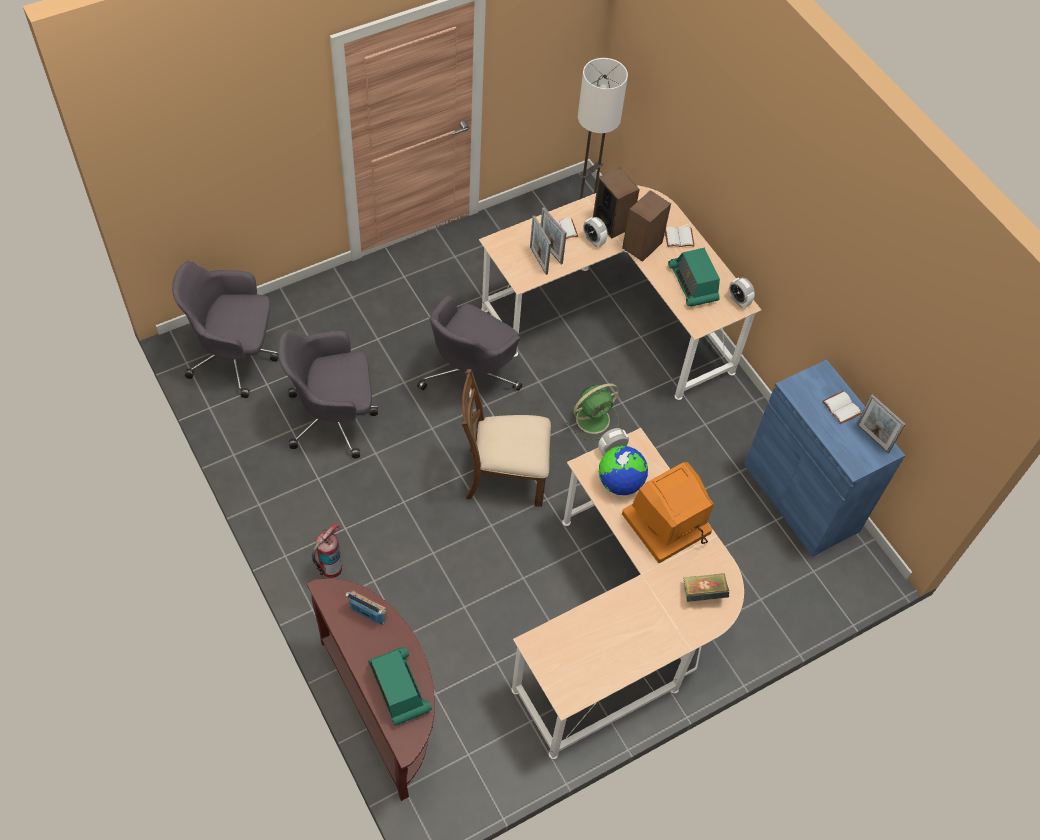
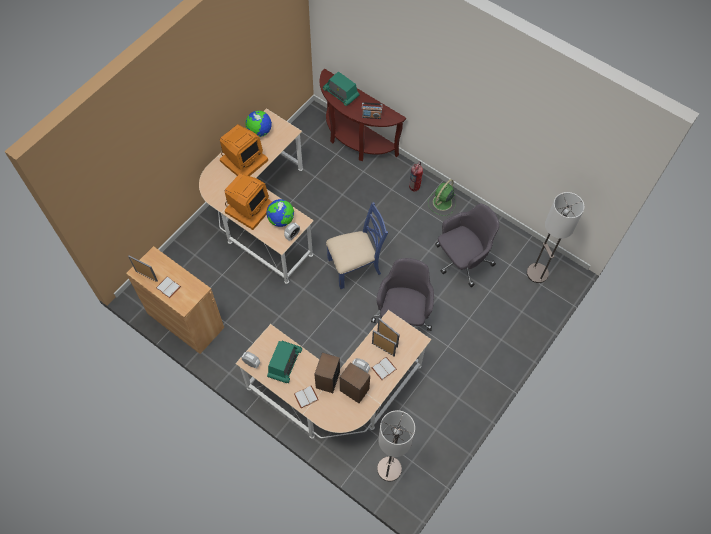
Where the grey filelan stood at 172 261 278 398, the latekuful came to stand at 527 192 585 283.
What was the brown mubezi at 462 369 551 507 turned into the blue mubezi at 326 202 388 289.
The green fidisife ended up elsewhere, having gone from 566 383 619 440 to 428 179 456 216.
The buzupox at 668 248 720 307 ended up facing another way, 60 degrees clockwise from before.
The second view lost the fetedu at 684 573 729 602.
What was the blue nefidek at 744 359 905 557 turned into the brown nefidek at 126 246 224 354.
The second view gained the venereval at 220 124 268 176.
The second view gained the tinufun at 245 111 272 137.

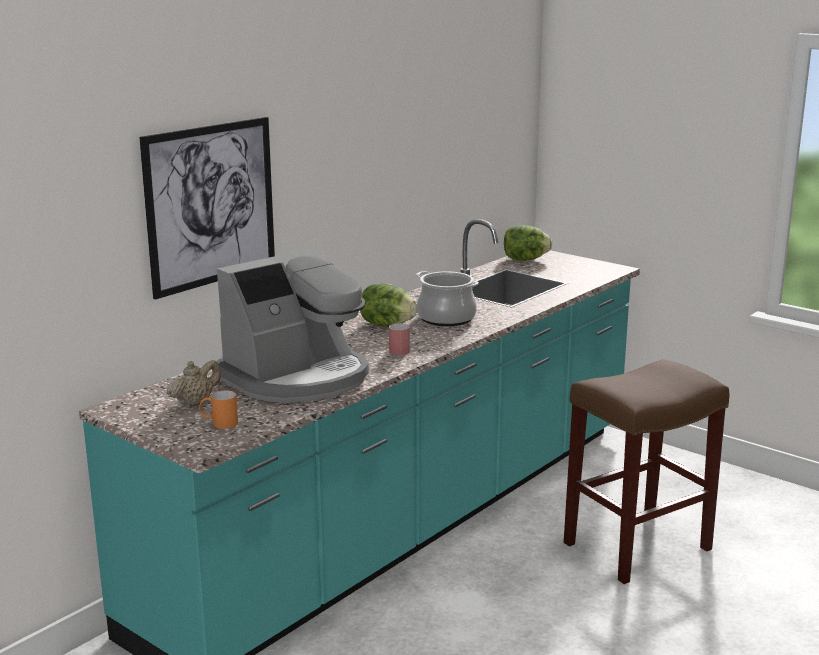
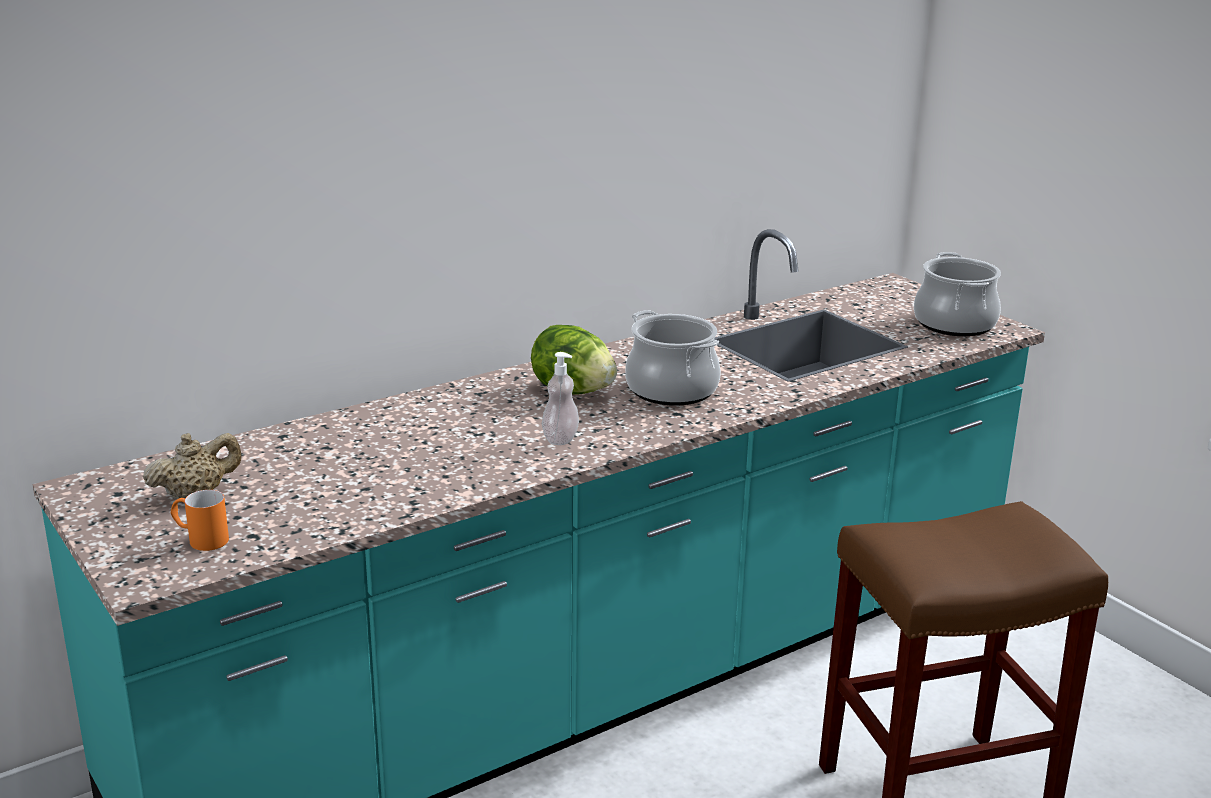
The second view lost the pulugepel at 139 117 275 299.
The second view lost the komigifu at 217 249 369 403.
Where the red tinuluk stood at 389 323 410 355, the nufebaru came to stand at 542 352 579 445.
The second view lost the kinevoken at 504 225 552 261.
The second view gained the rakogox at 914 252 1001 336.

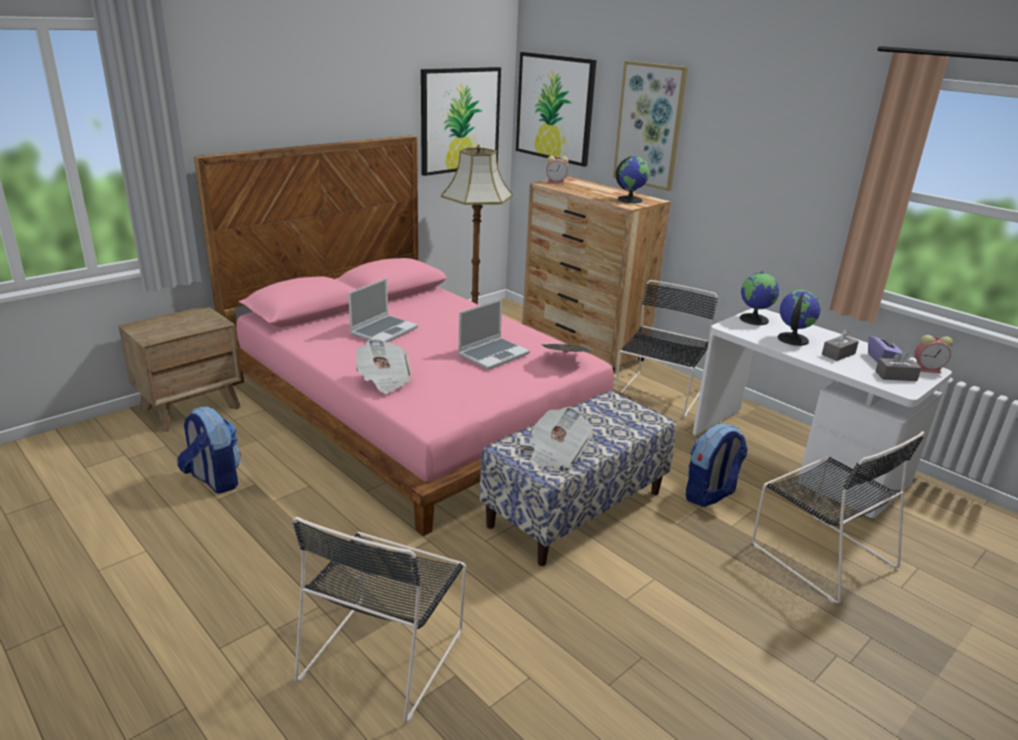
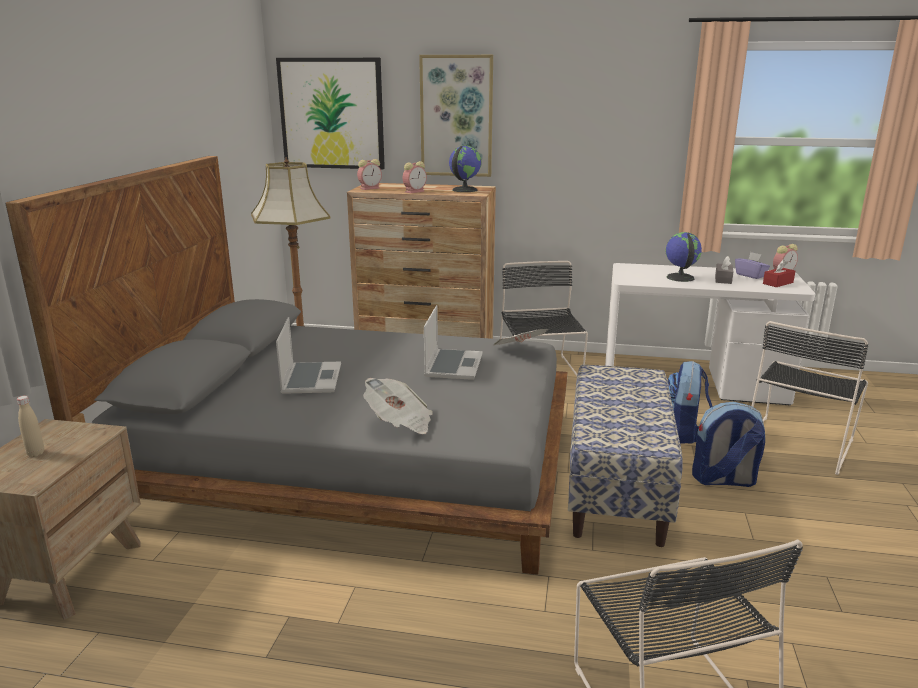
The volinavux ended up elsewhere, having gone from 177 407 241 493 to 692 402 765 487.
What was the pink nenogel at 194 135 631 536 turned into the grey nenogel at 5 156 568 575.
The second view lost the pulugepel at 421 67 501 176.
The second view lost the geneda at 529 407 593 468.
The second view lost the tinufun at 740 271 779 325.
The black mubezi at 752 431 924 604 ended up facing another way, 105 degrees clockwise from before.
What was the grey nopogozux at 875 350 921 381 turned into the red nopogozux at 763 259 795 287.
The second view gained the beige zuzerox at 17 396 44 457.
The second view gained the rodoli at 403 161 427 193.

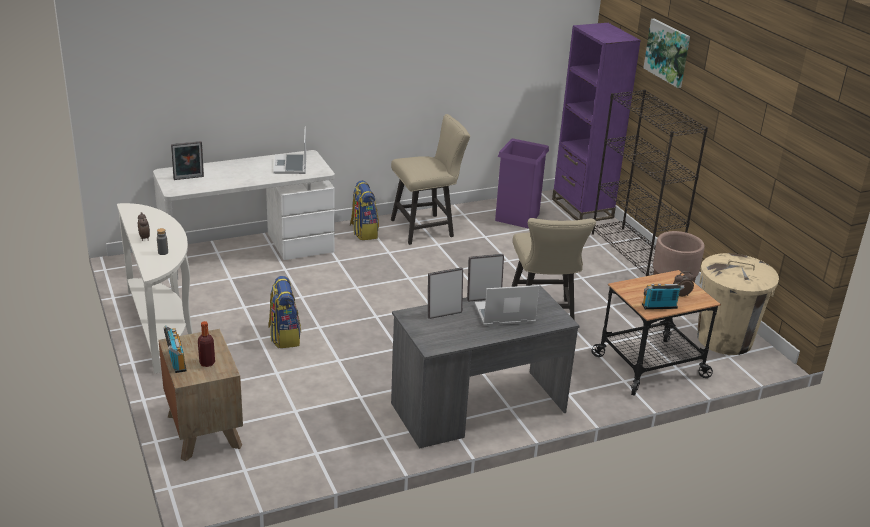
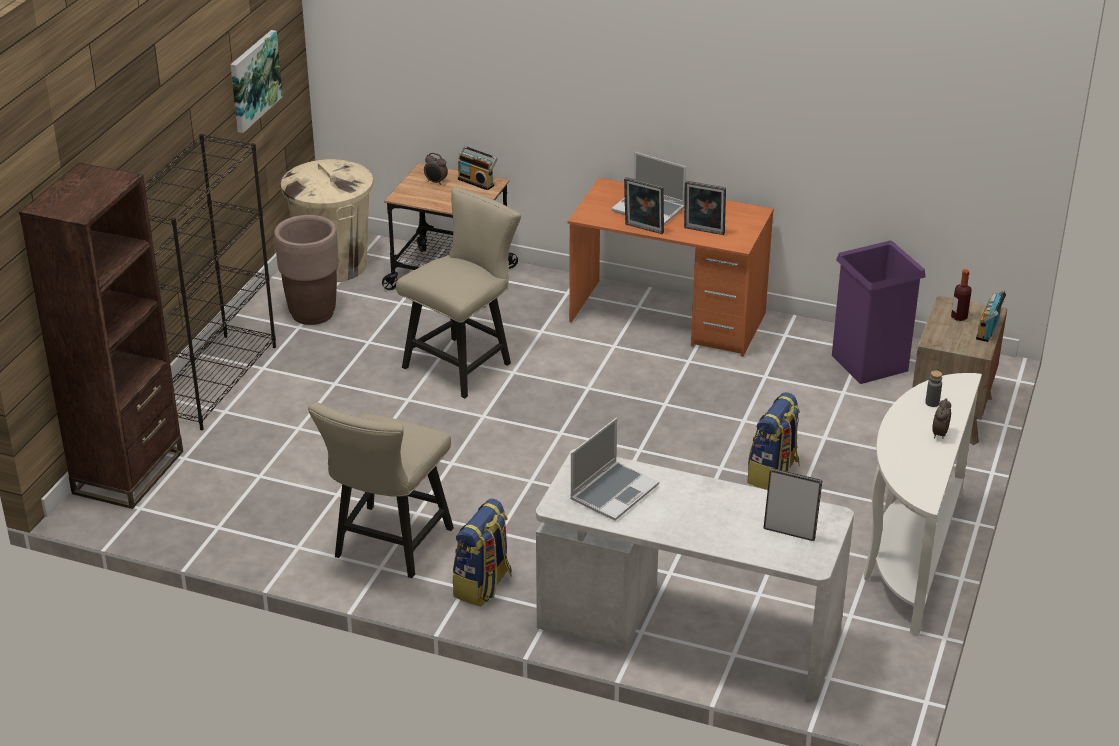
The beige mubezi at 391 114 470 245 ended up facing another way, 90 degrees counterclockwise from before.
What was the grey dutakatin at 391 284 580 449 turned into the orange dutakatin at 568 178 774 357.
The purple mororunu ended up elsewhere, having gone from 495 138 549 228 to 832 241 926 384.
What was the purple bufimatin at 552 23 641 221 turned into the brown bufimatin at 19 163 183 509.
The pulugepel ended up elsewhere, having gone from 644 18 690 88 to 230 30 283 133.

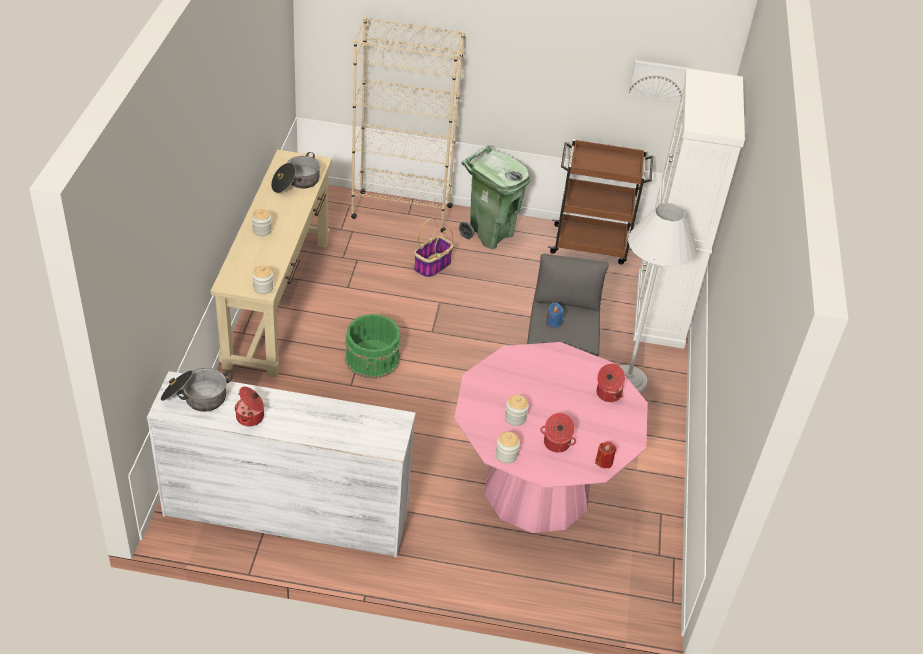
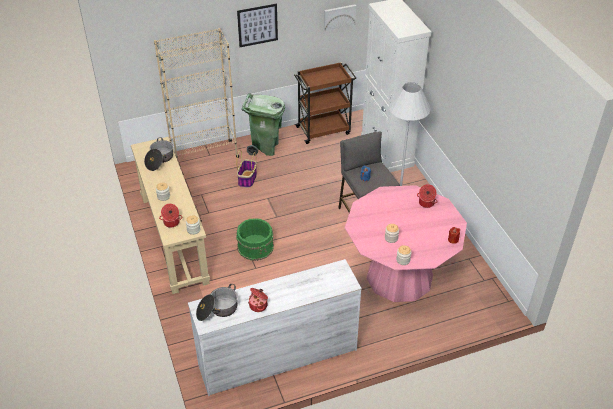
The rakogox ended up elsewhere, having gone from 540 413 576 453 to 159 204 182 228.
The second view gained the pulugepel at 237 4 278 47.

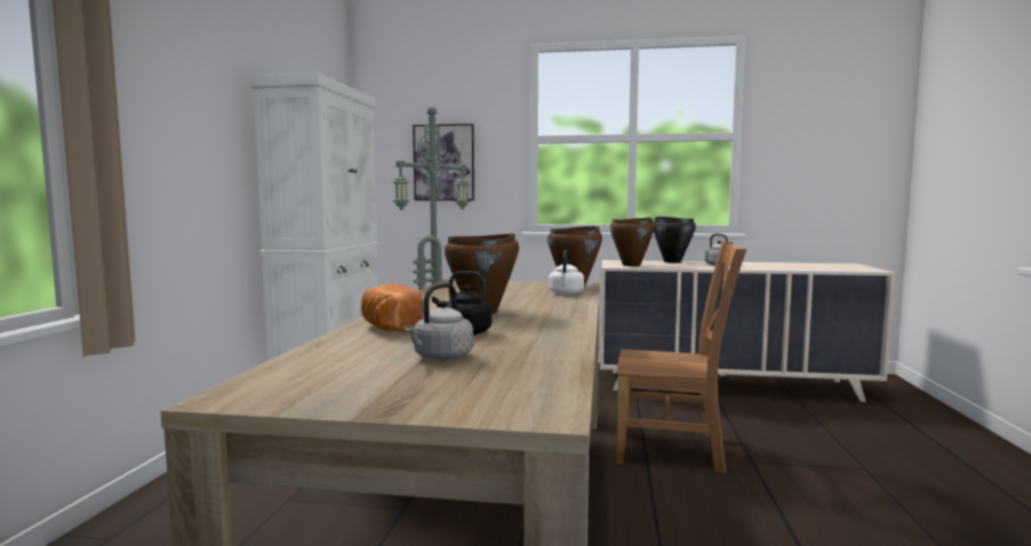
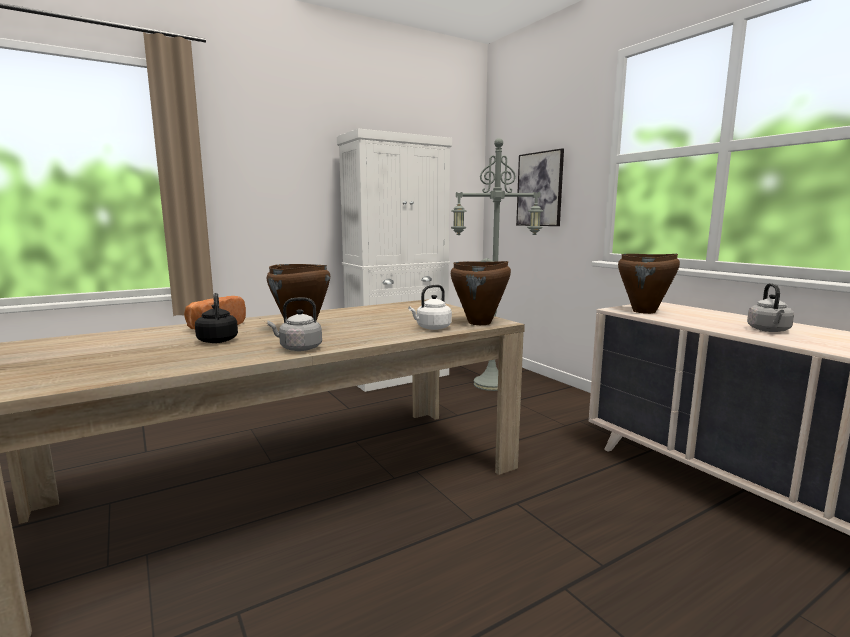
The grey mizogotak ended up elsewhere, having gone from 404 283 473 361 to 267 297 322 351.
The second view lost the brown mubezi at 616 242 747 474.
The second view lost the black rakogox at 654 216 696 263.

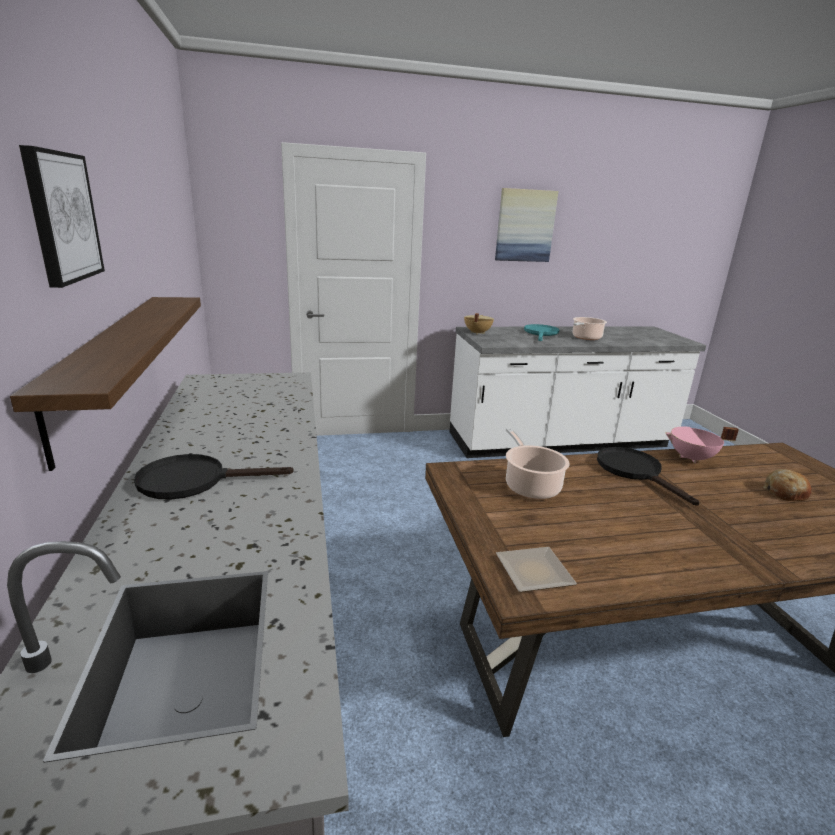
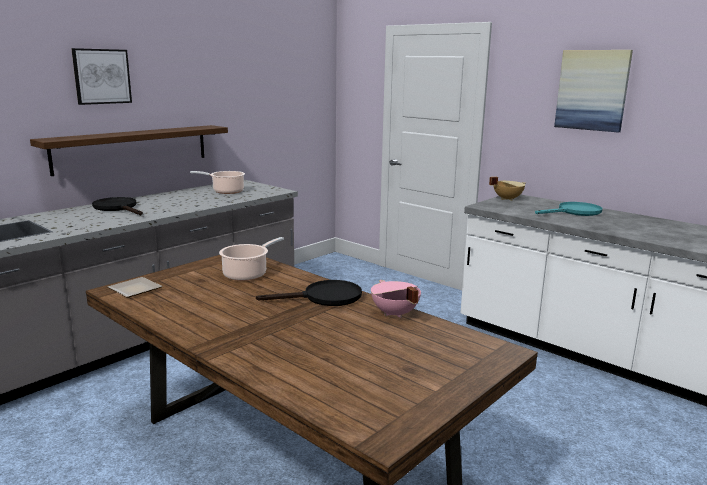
The rakogox ended up elsewhere, having gone from 572 317 607 340 to 190 171 245 194.
The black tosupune at 597 447 700 506 ended up facing another way, 45 degrees clockwise from before.
The second view lost the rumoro at 764 469 812 501.

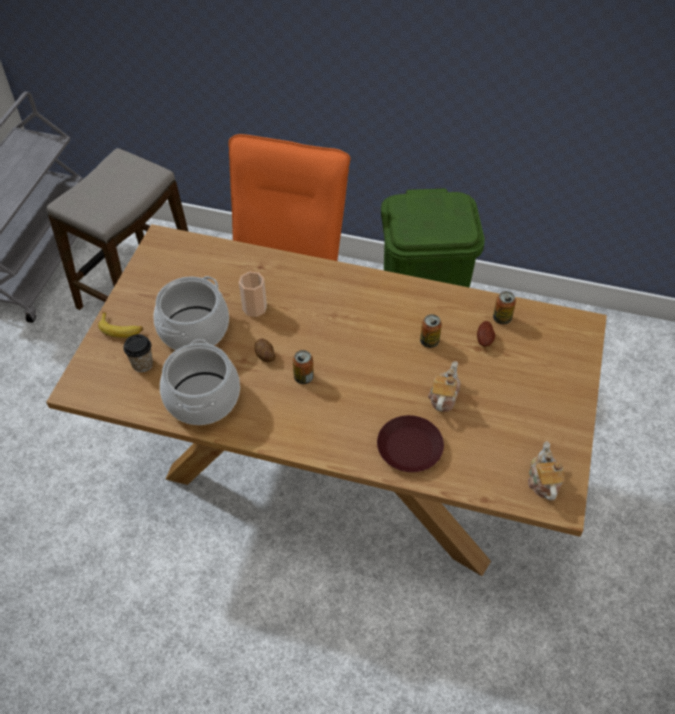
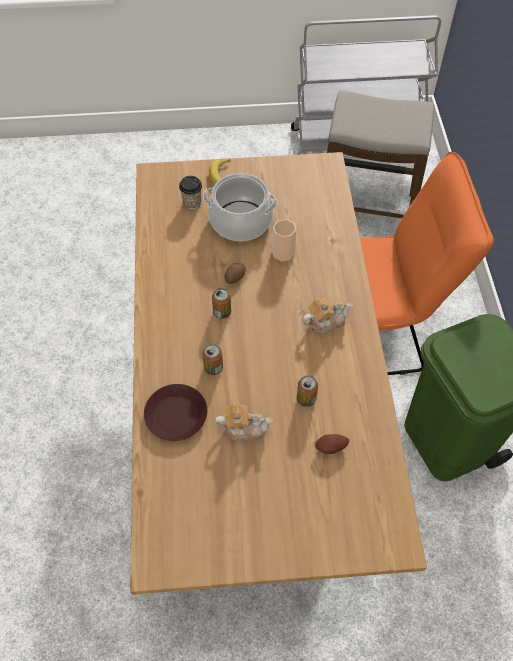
The second view lost the rakogox at 160 339 240 425.
The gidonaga ended up elsewhere, having gone from 493 291 516 324 to 202 344 223 375.
The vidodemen ended up elsewhere, having gone from 528 441 565 500 to 302 298 353 334.

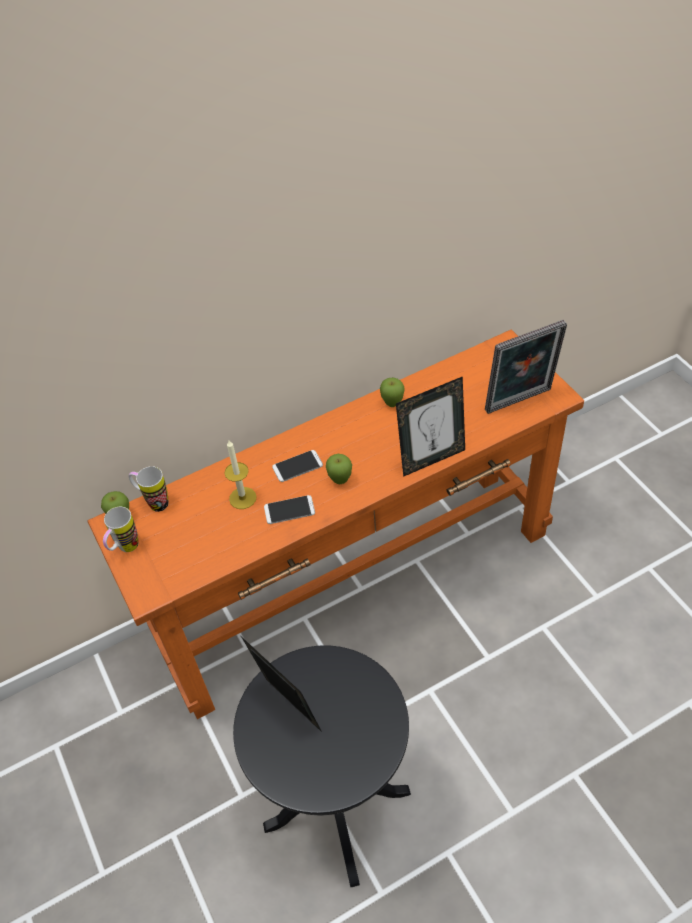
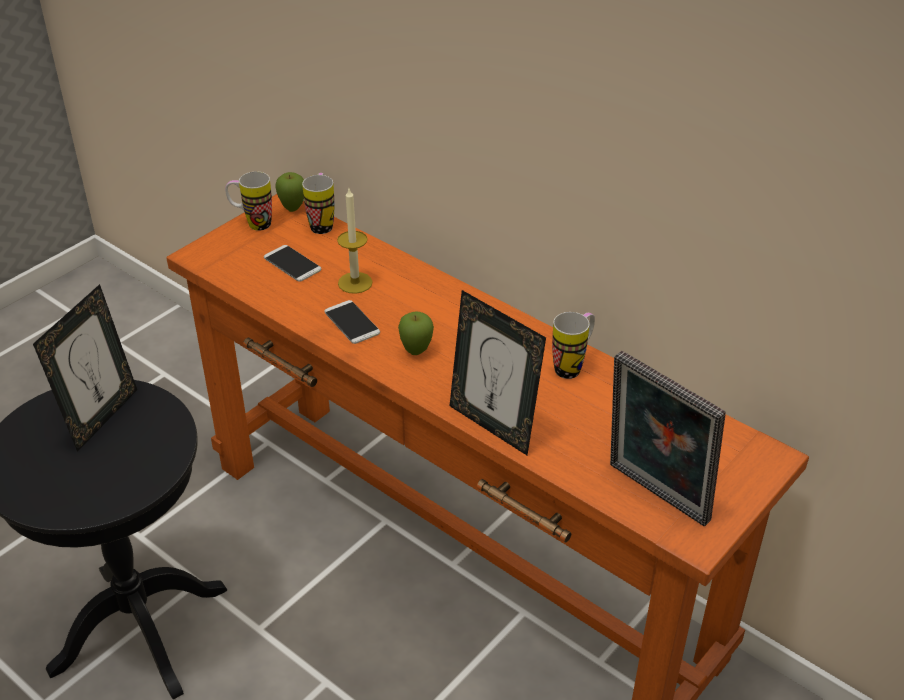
The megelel ended up elsewhere, having gone from 272 450 323 482 to 264 245 321 282.
Where the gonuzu stood at 380 378 405 407, the tinuluk came to stand at 552 312 595 379.

